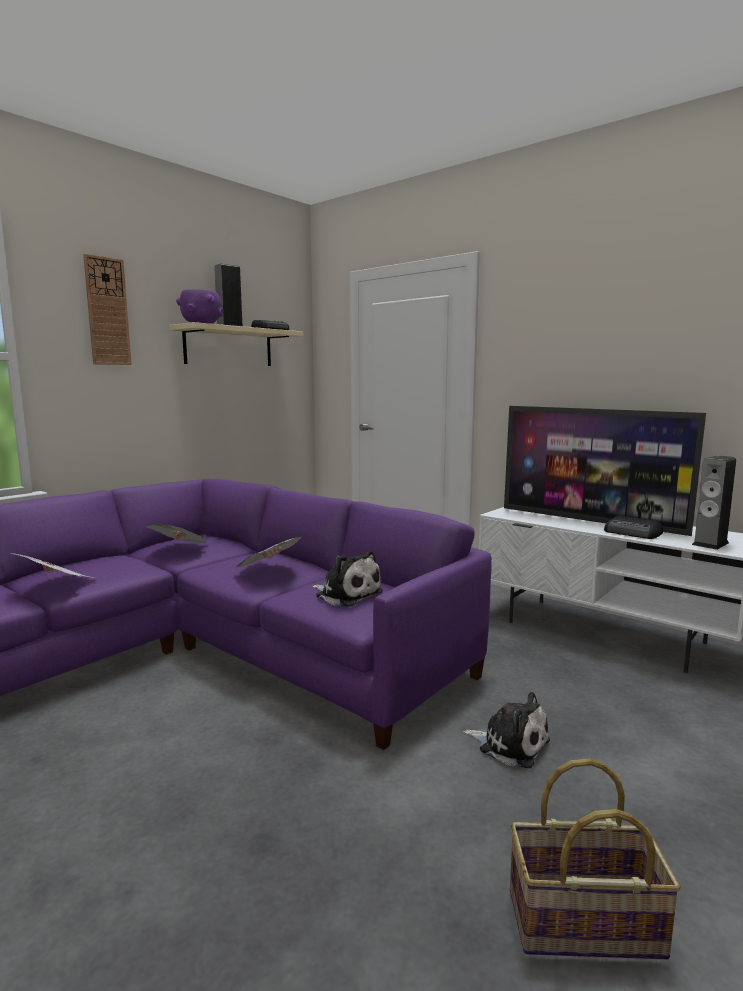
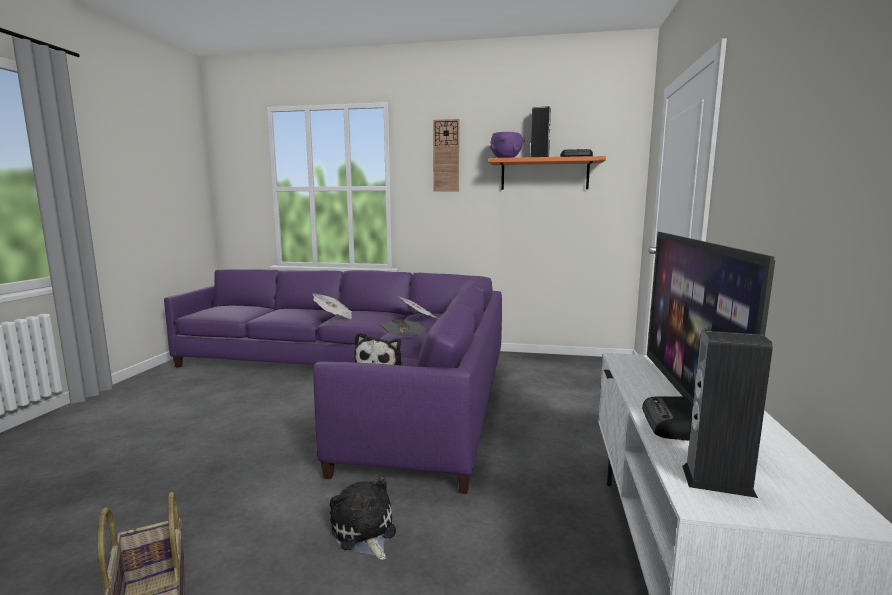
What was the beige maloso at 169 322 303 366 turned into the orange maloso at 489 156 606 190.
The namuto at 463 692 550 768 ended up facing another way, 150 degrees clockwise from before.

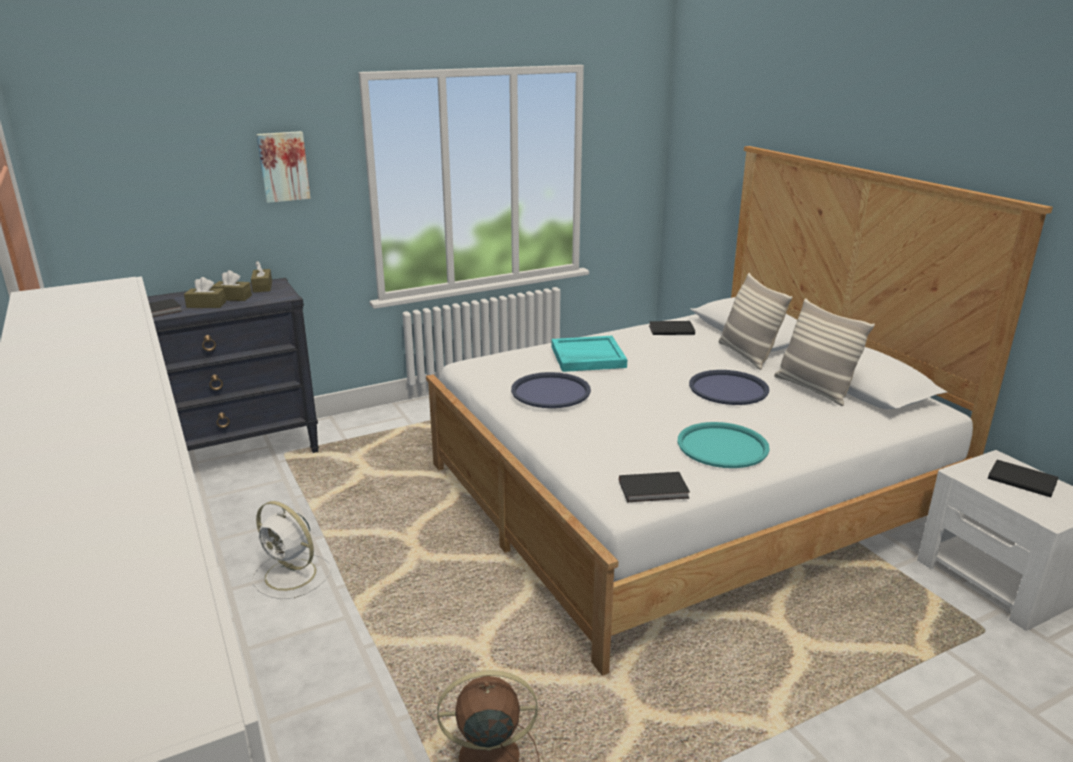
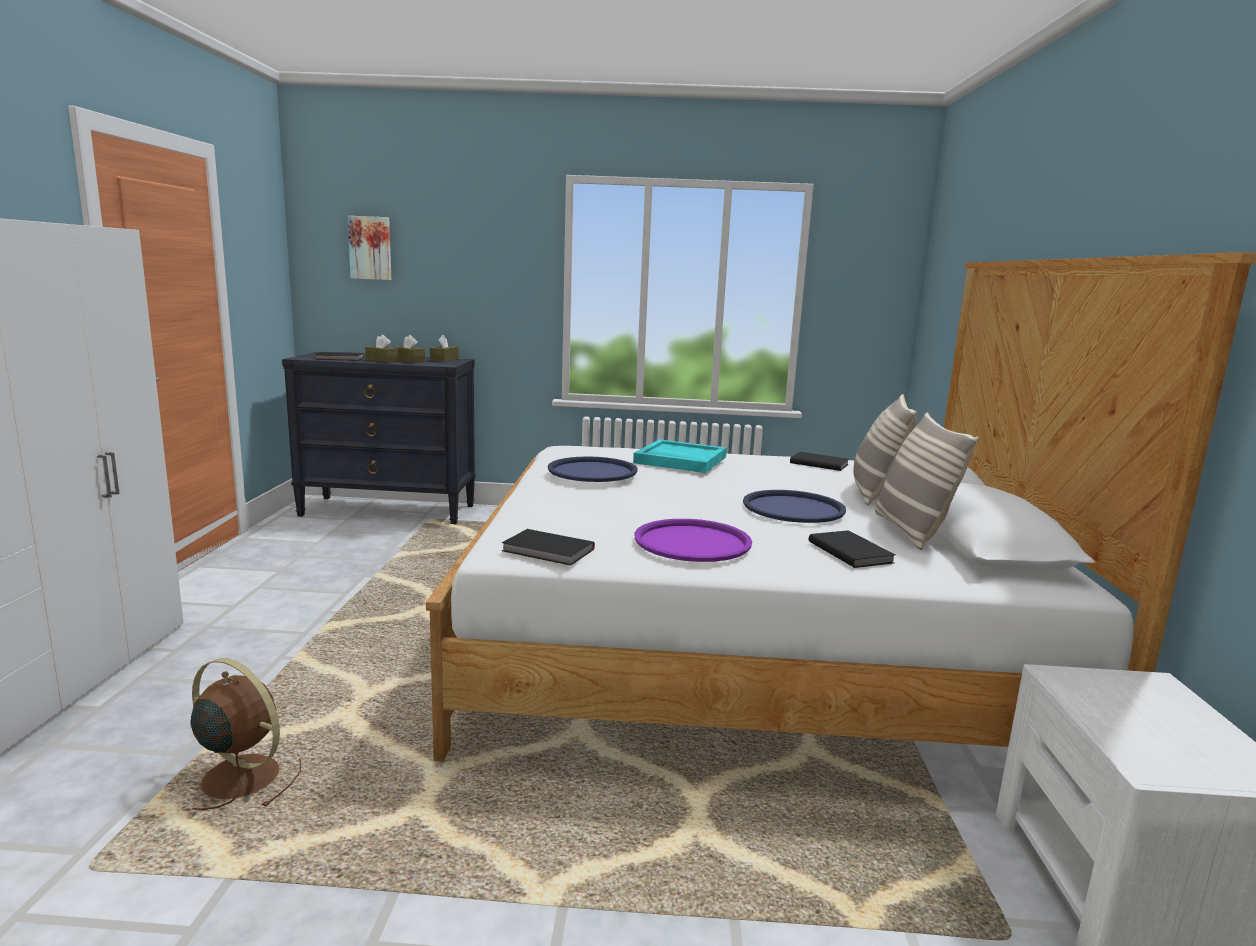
The second view lost the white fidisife at 253 501 331 599.
The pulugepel ended up elsewhere, having gone from 256 131 311 203 to 348 216 391 280.
What was the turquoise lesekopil at 677 422 770 468 turned into the purple lesekopil at 635 519 752 562.
The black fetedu ended up elsewhere, having gone from 988 460 1059 497 to 809 530 895 568.

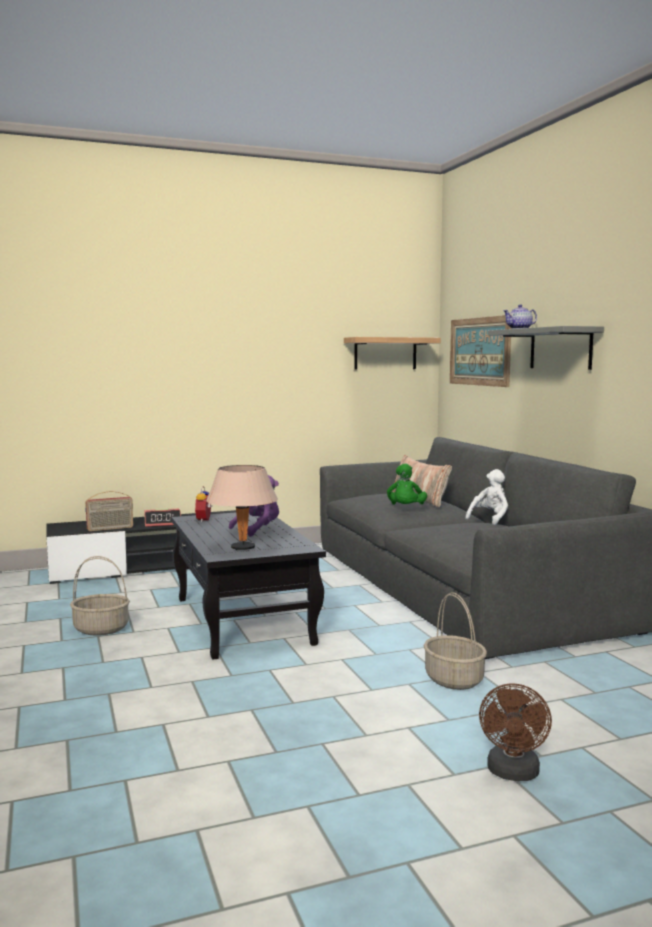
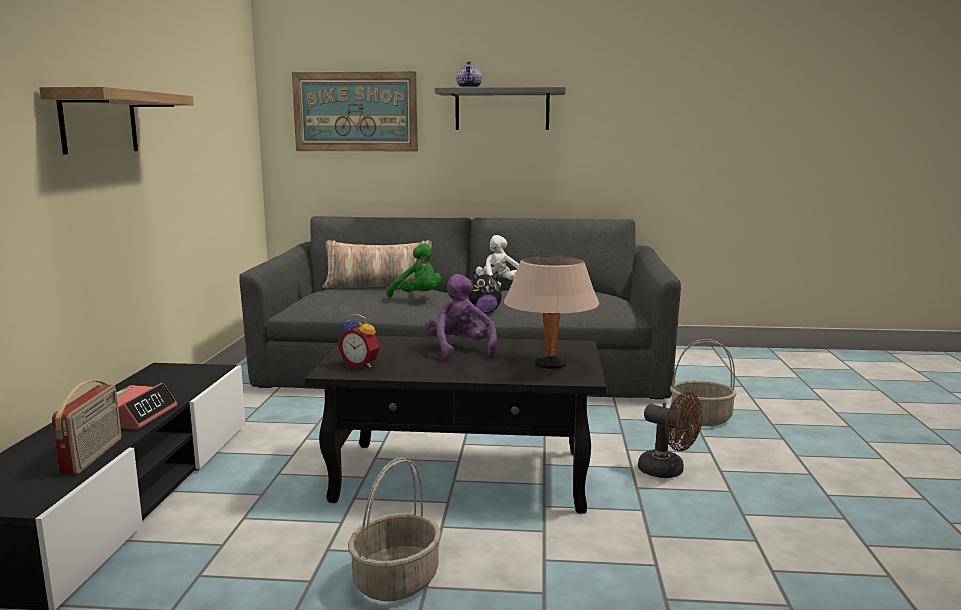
The maloso ended up elsewhere, having gone from 344 337 441 369 to 39 86 194 154.
The brown fidisife ended up elsewhere, having gone from 479 684 552 781 to 638 392 703 478.
The second view gained the namuto at 469 271 502 313.

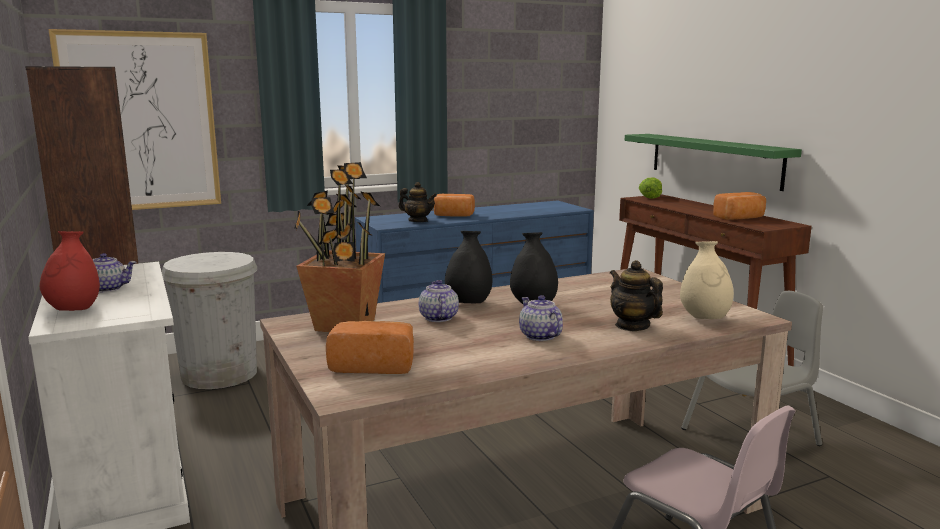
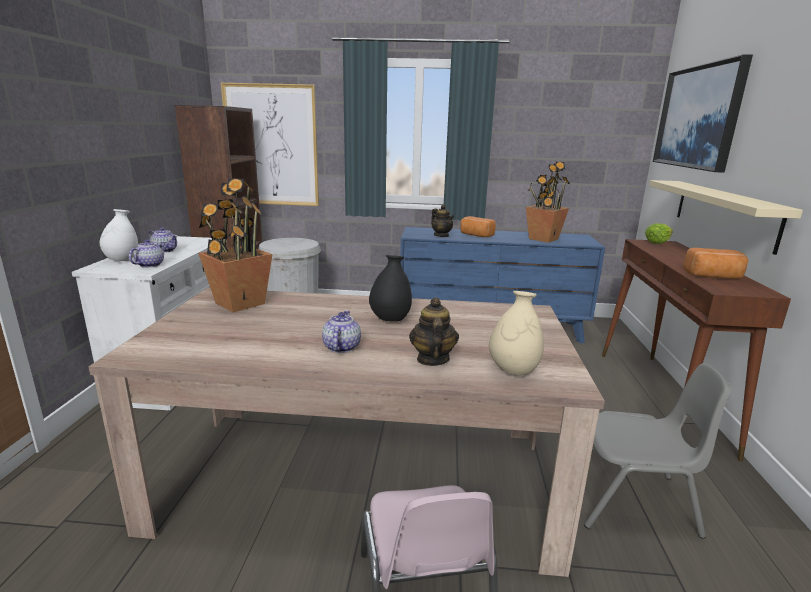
What was the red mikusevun at 40 231 100 311 turned into the white mikusevun at 100 209 138 261.
The second view lost the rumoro at 326 321 414 374.
The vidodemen ended up elsewhere, having gone from 419 280 459 322 to 129 239 166 268.
The second view lost the black mikusevun at 445 231 492 304.
What was the green maloso at 625 134 802 191 turned into the beige maloso at 649 180 803 255.
The second view gained the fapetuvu at 526 162 570 243.
The second view gained the pulugepel at 653 54 753 173.

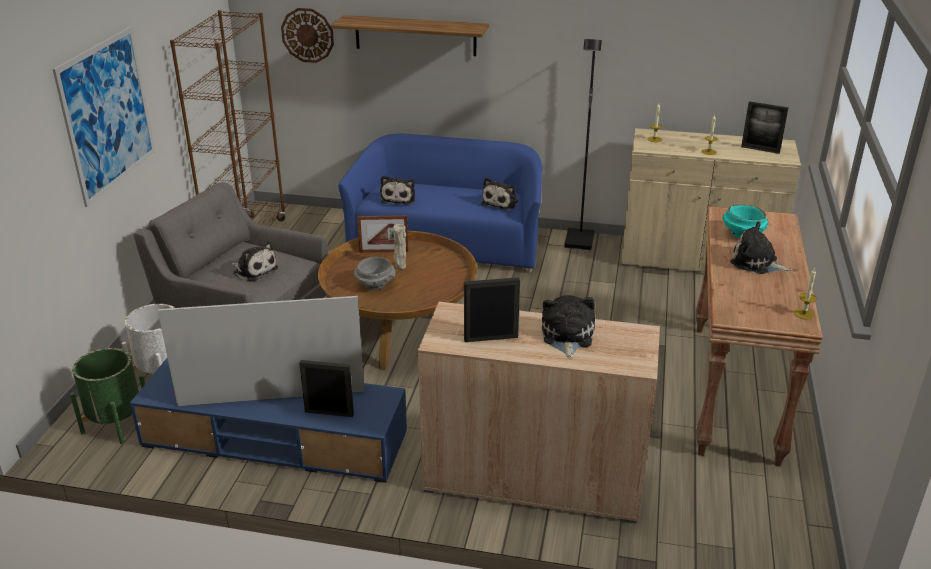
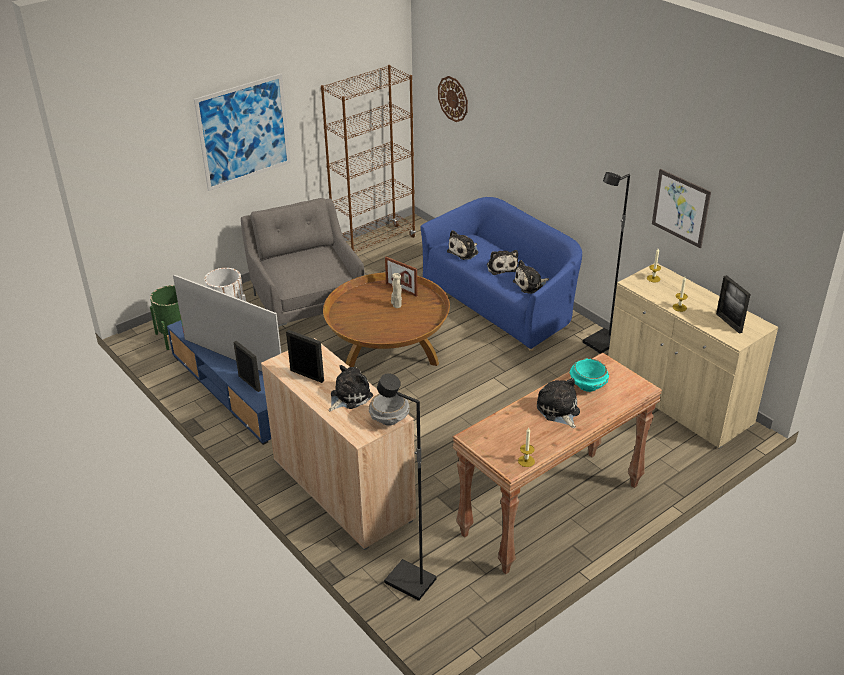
The namuto ended up elsewhere, having gone from 231 241 278 282 to 487 250 518 275.
The second view lost the maloso at 331 15 489 56.
The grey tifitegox ended up elsewhere, having gone from 353 256 395 290 to 369 394 410 426.
The second view gained the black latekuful at 377 373 437 601.
The second view gained the pulugepel at 652 169 711 248.

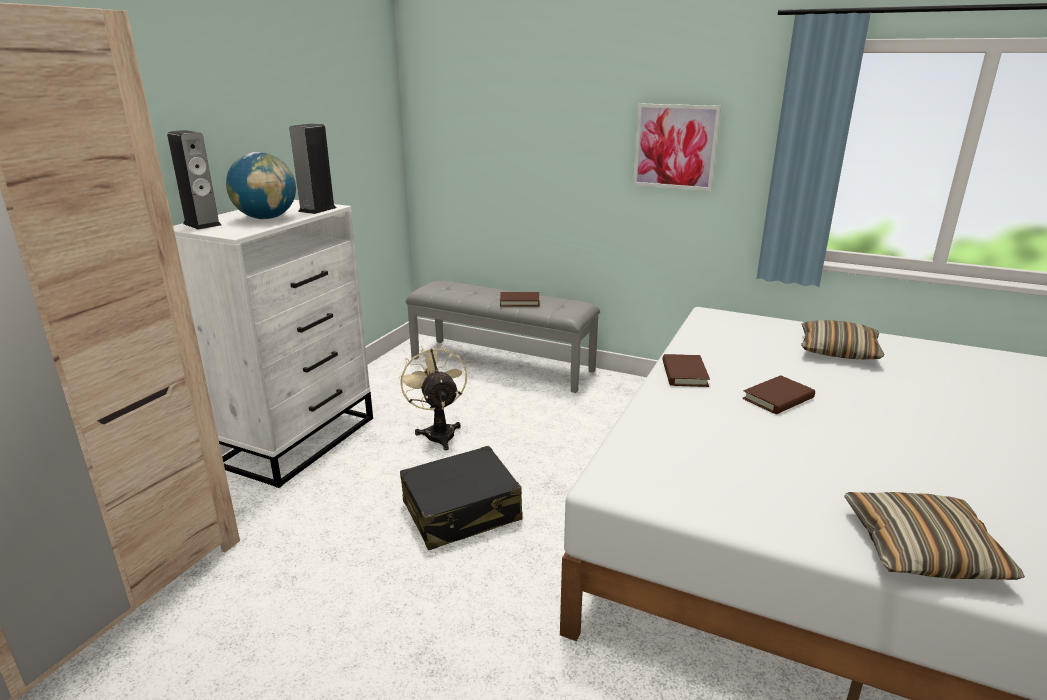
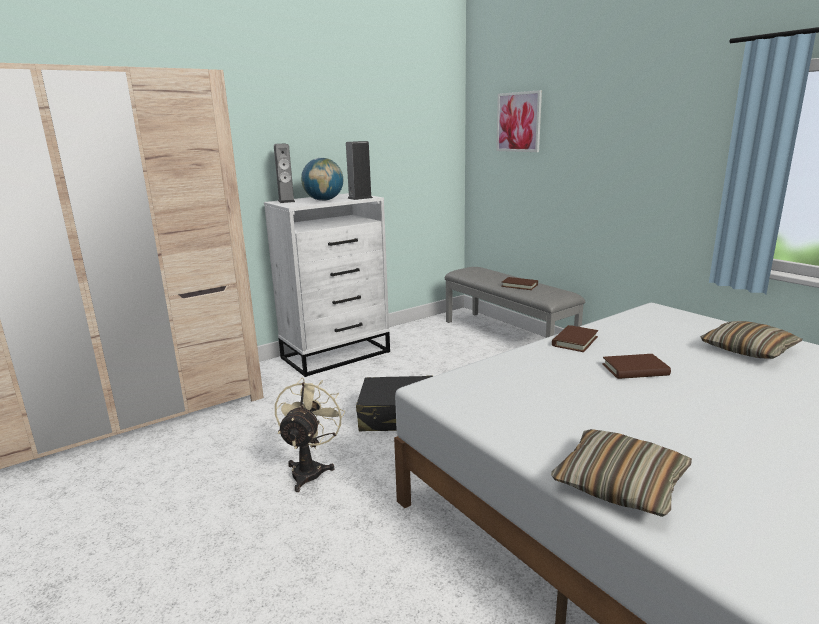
The beige fidisife ended up elsewhere, having gone from 399 345 467 450 to 275 377 345 492.
The pulugepel ended up elsewhere, having gone from 633 103 721 191 to 496 90 542 152.

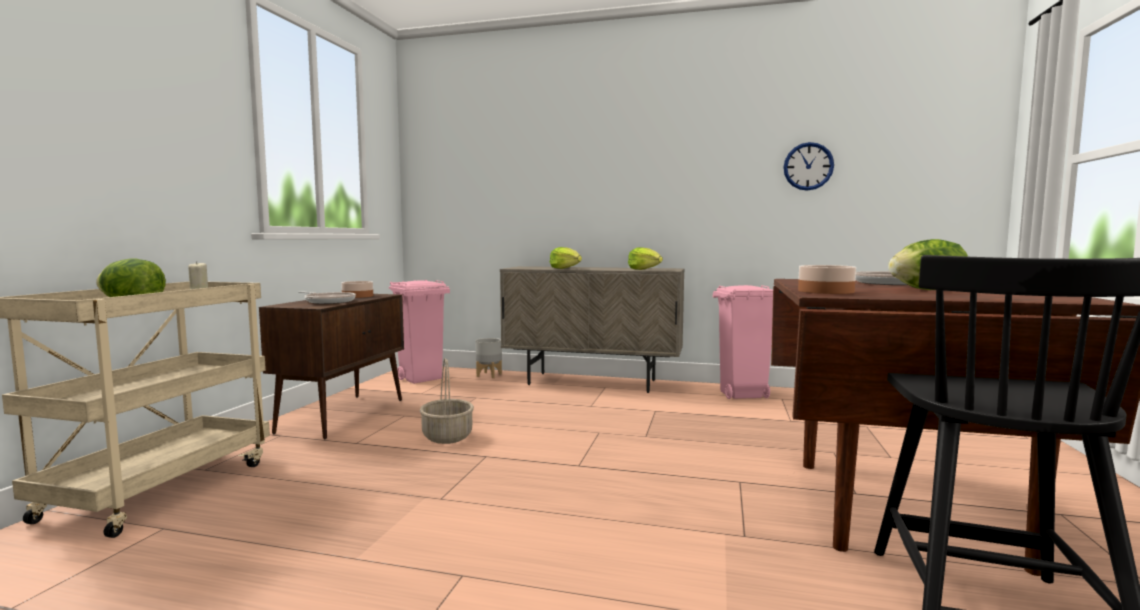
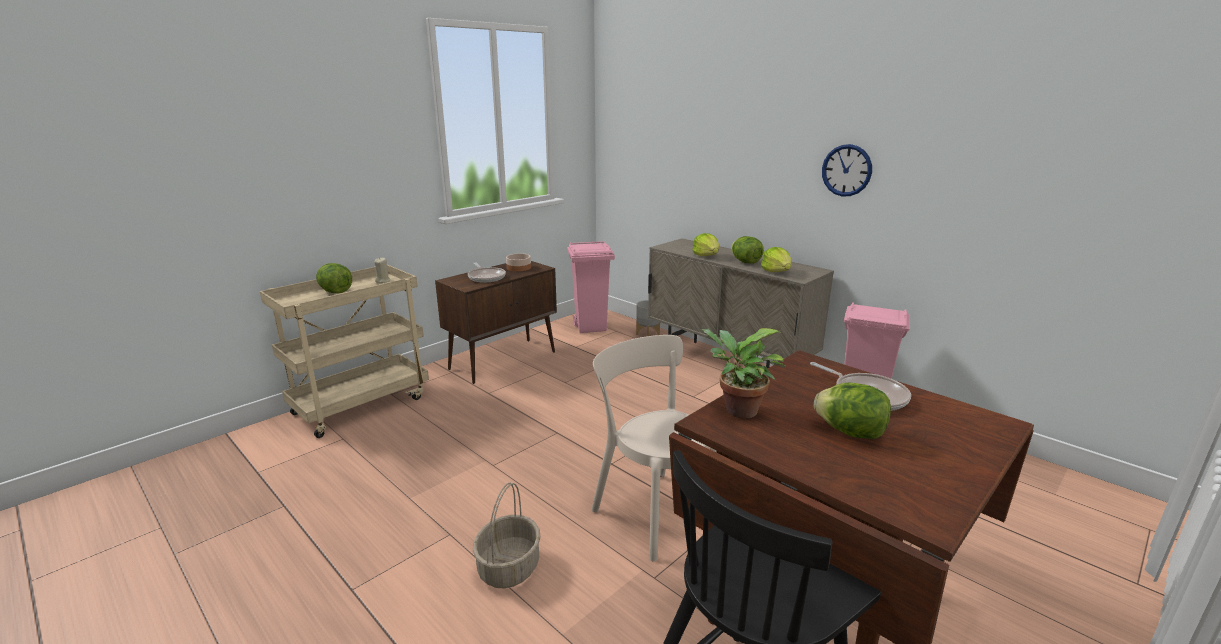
The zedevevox ended up elsewhere, having gone from 420 358 474 444 to 473 483 540 588.
The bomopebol ended up elsewhere, having gone from 783 142 834 191 to 822 144 872 197.
Where the tifitegox stood at 798 265 856 294, the fapetuvu came to stand at 701 328 785 418.
The second view gained the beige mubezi at 591 335 717 562.
The second view gained the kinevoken at 731 236 764 264.

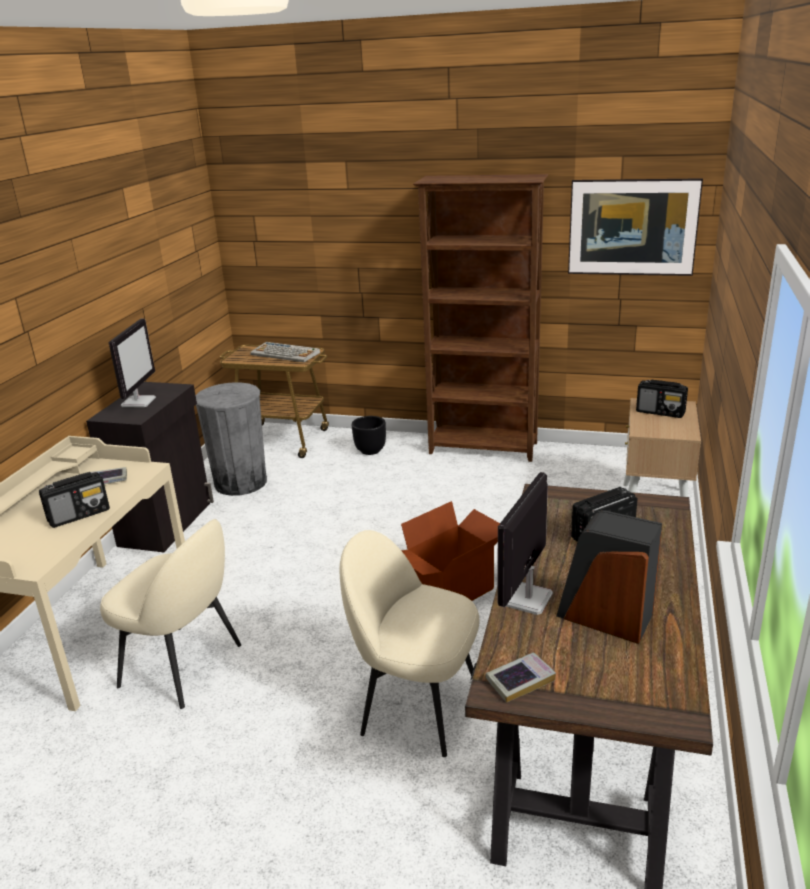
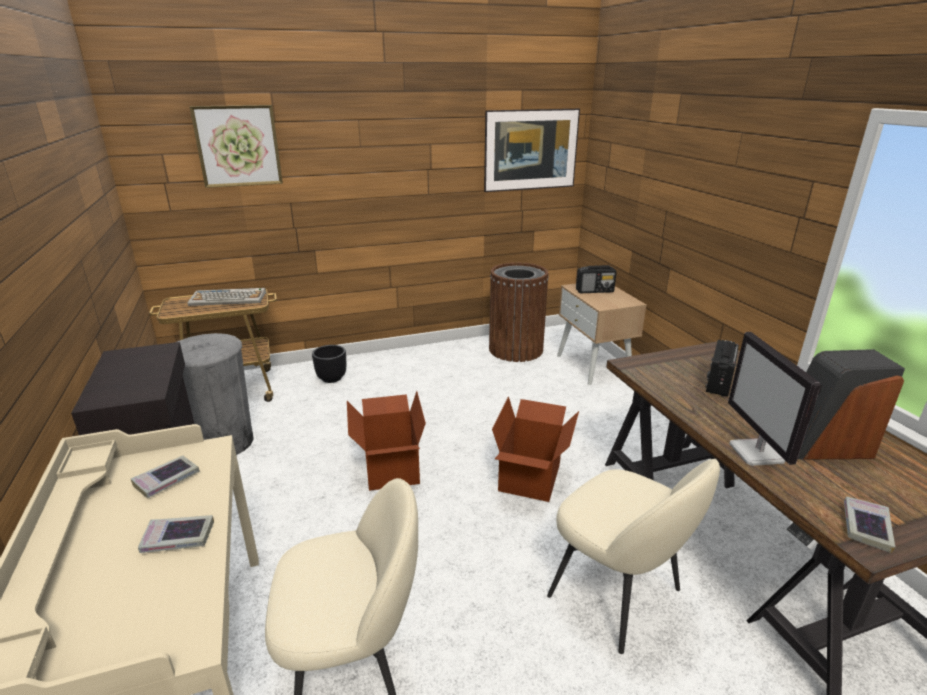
Where the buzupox stood at 39 472 110 528, the fetedu came to stand at 138 515 214 553.
The second view lost the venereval at 109 318 156 407.
The beige mubezi at 340 530 479 757 ended up facing another way, 120 degrees counterclockwise from before.
The second view lost the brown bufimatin at 413 174 548 462.
The second view gained the pulugepel at 190 105 283 188.
The second view gained the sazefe at 347 391 426 491.
The second view gained the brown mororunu at 489 262 549 362.

